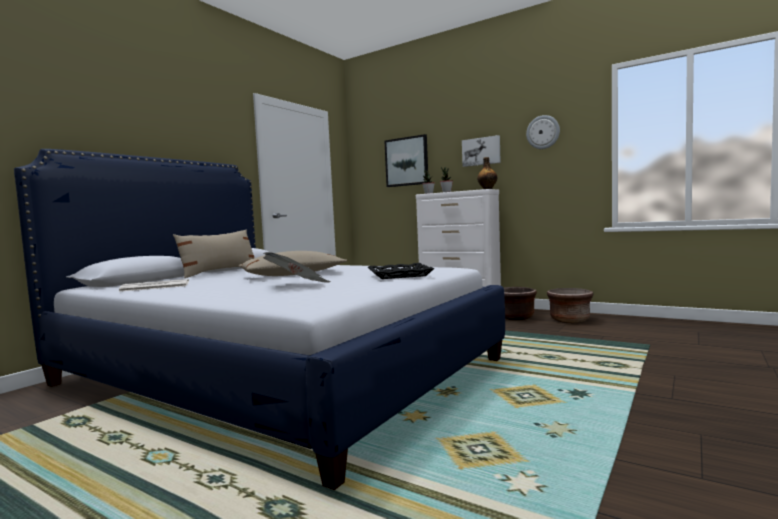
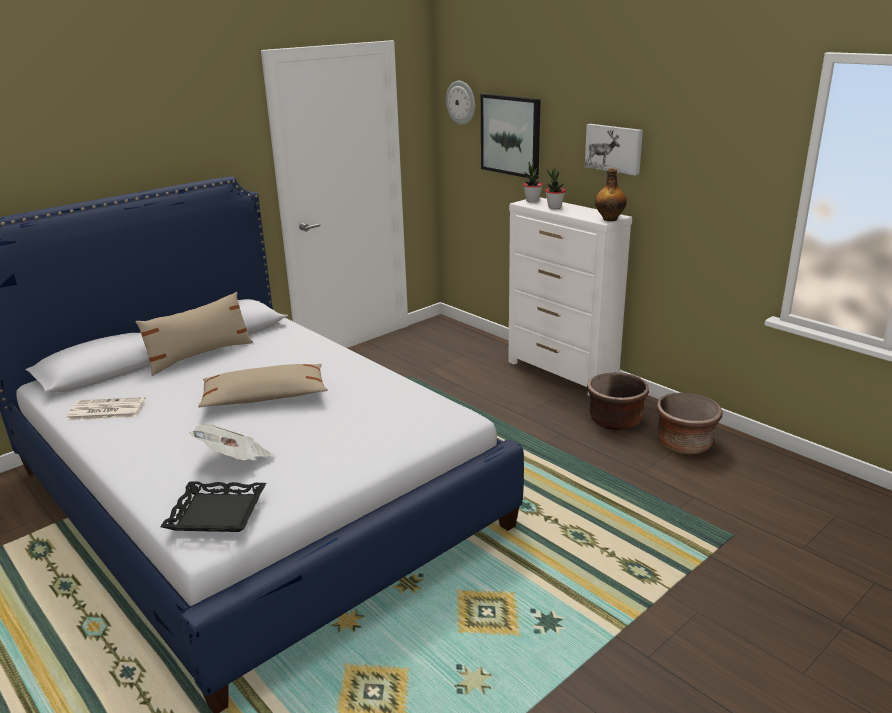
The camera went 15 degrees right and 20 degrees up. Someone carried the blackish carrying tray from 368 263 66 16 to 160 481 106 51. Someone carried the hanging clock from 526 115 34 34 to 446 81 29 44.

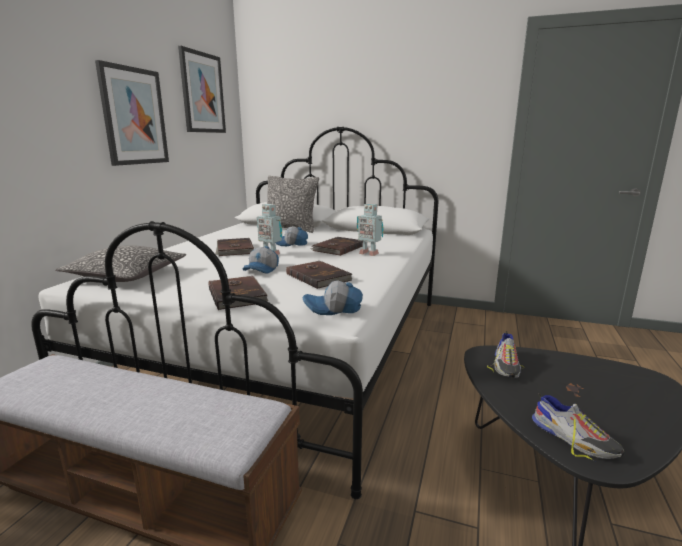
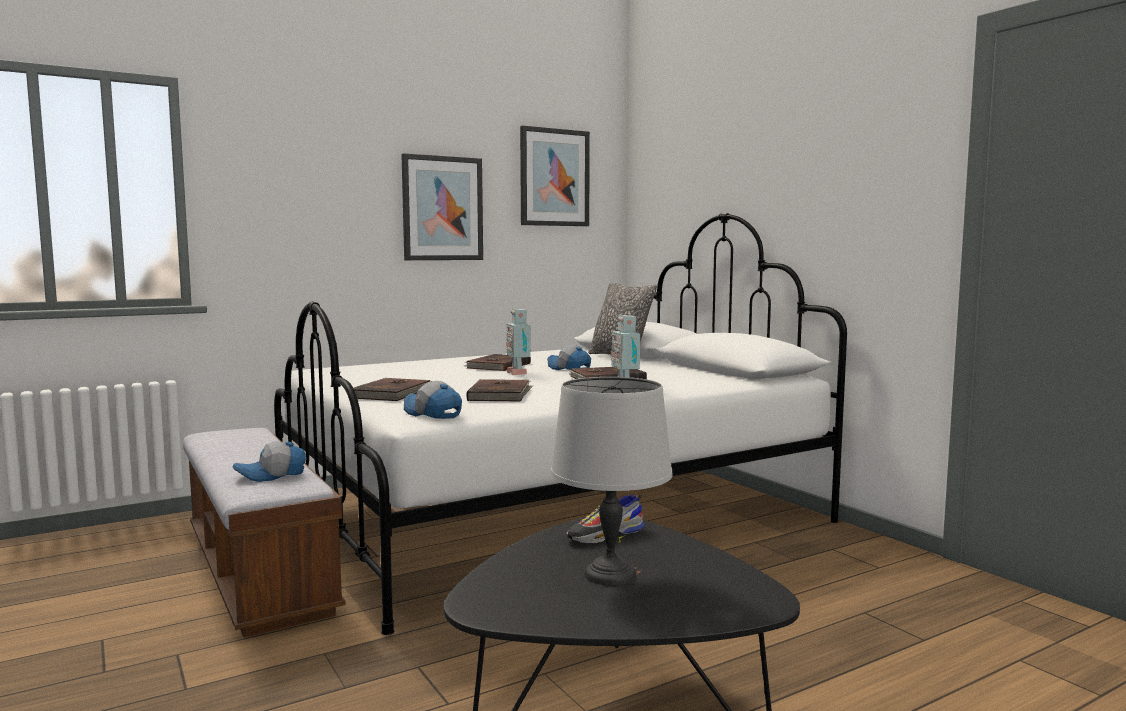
The camera went 40 degrees right and 10 degrees down. Someone took away the throw pillow at 55 245 131 37. Someone carried the baseball cap from 243 246 36 28 to 232 441 74 41. Someone took away the shoe at 532 393 93 67. Someone put down the grey lamp for a table at 551 377 122 209.

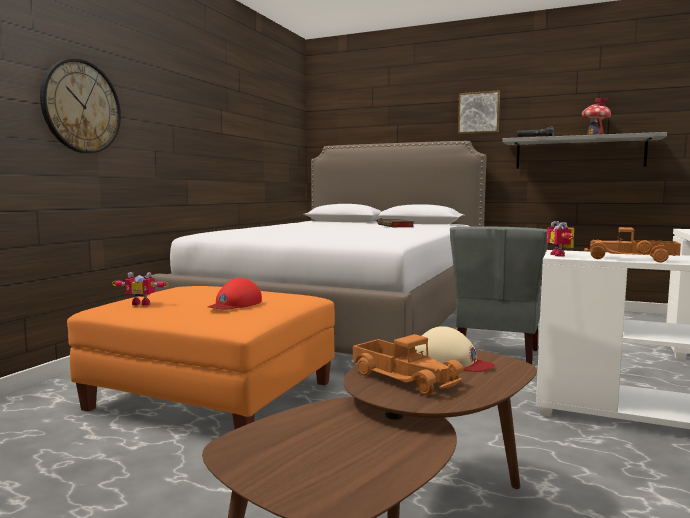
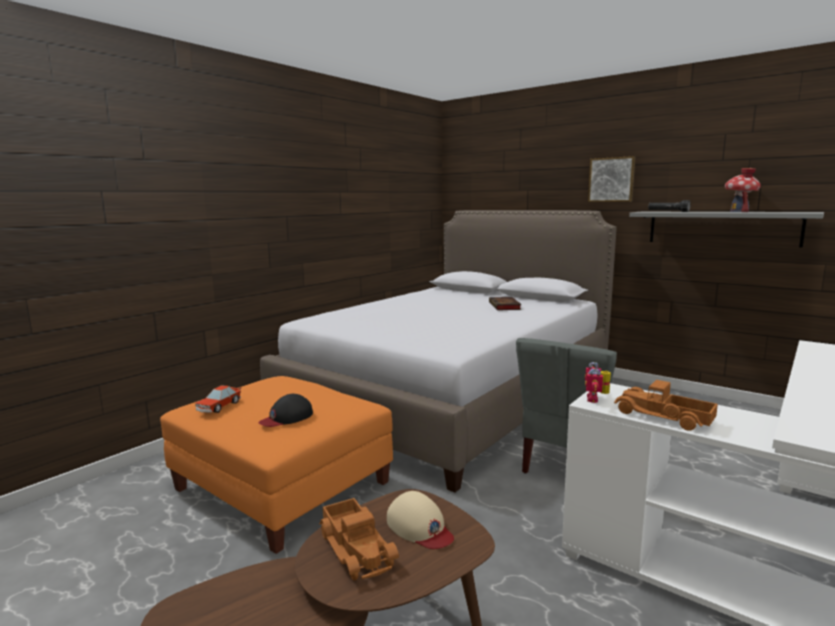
The camera went 15 degrees right and 5 degrees up. Someone took away the hanging clock at 40 59 81 94. Someone swapped the robot figure at 112 272 57 34 for the miniature car at 195 385 46 28. Someone repainted the red baseball cap at 208 278 54 32, which became the blackish baseball cap at 258 394 55 33.

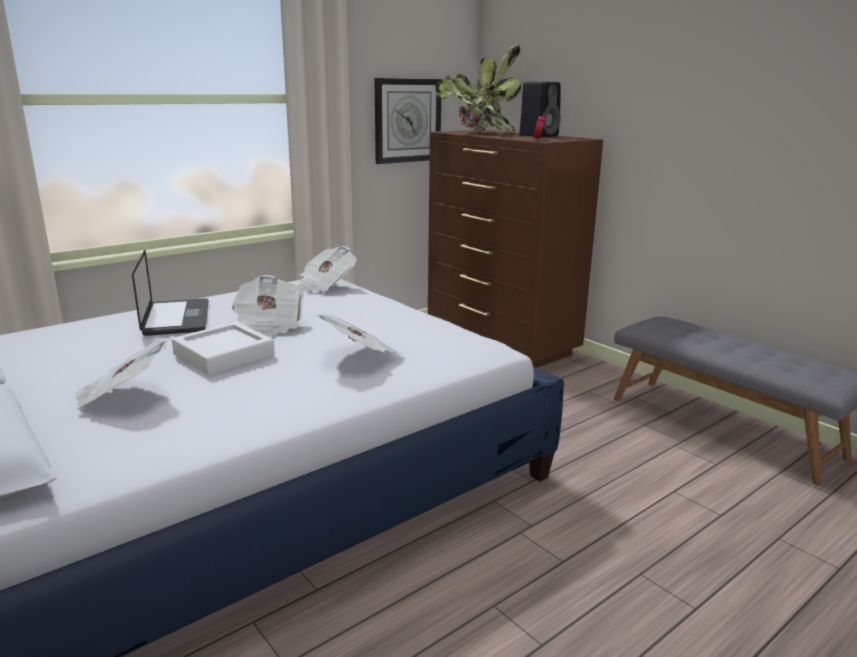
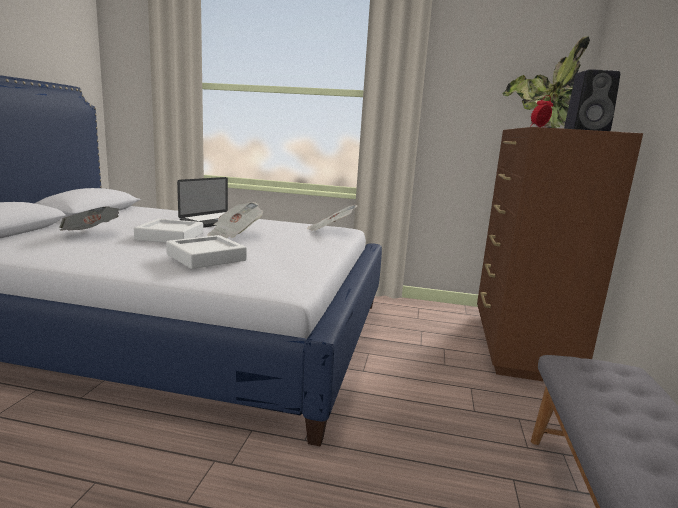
The camera went 50 degrees right and 5 degrees down. Someone swapped the newspaper at 315 314 88 40 for the white-coloured carrying tray at 166 235 81 34. Someone took away the hanging clock at 374 78 68 86.

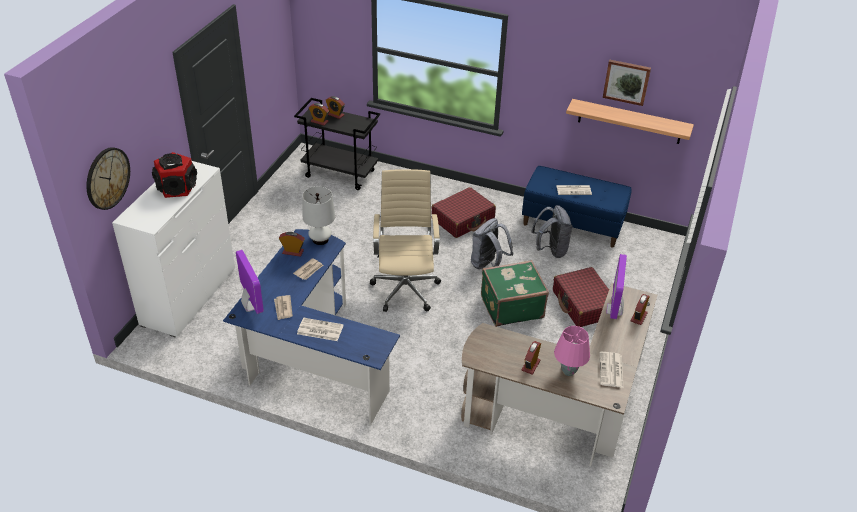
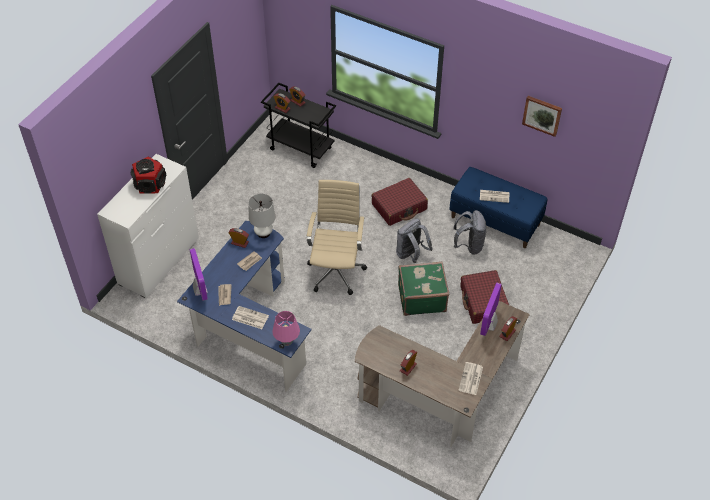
The camera went 10 degrees right and 10 degrees up. Someone took away the hanging clock at 87 147 43 63. Someone carried the pink lamp for a table from 554 326 36 50 to 272 311 28 35. Someone took away the wall shelf at 566 99 128 45.

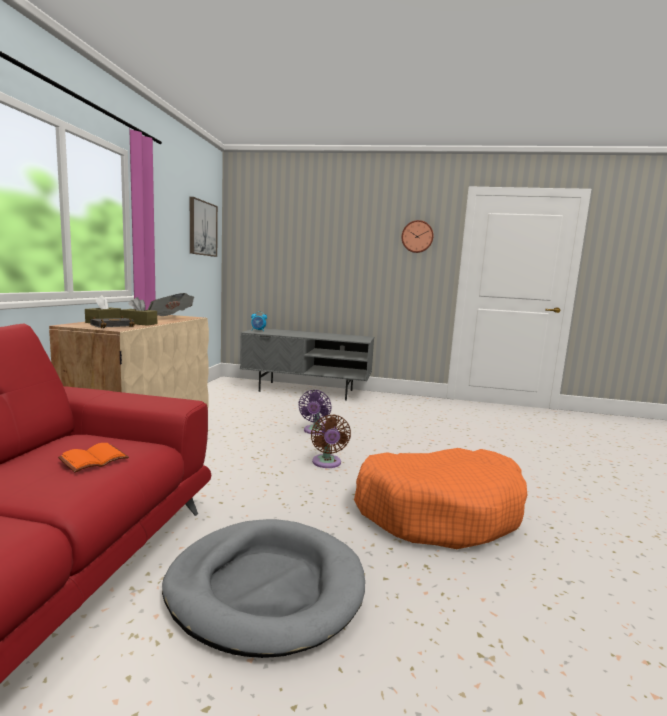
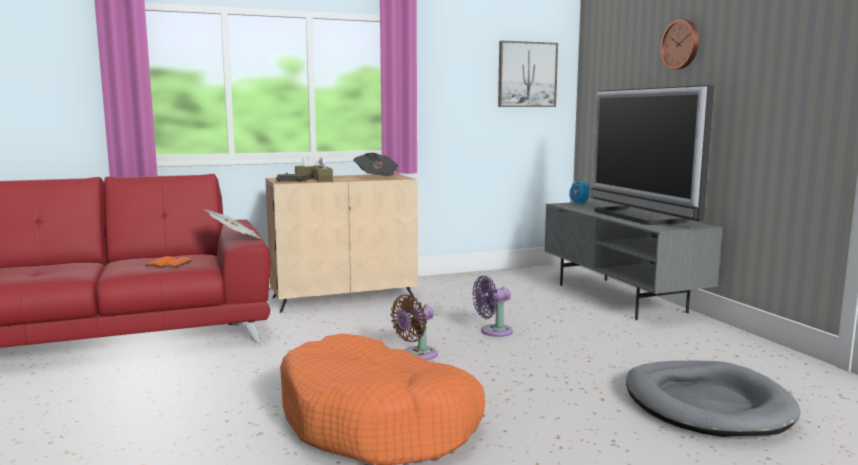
The camera went 60 degrees right and 0 degrees up. Someone carried the grey dog cushion from 162 519 203 139 to 626 361 175 76. Someone carried the hanging clock from 402 220 32 33 to 660 19 39 50. Someone put down the newspaper at 204 209 58 30. Someone put down the television at 591 85 123 140.

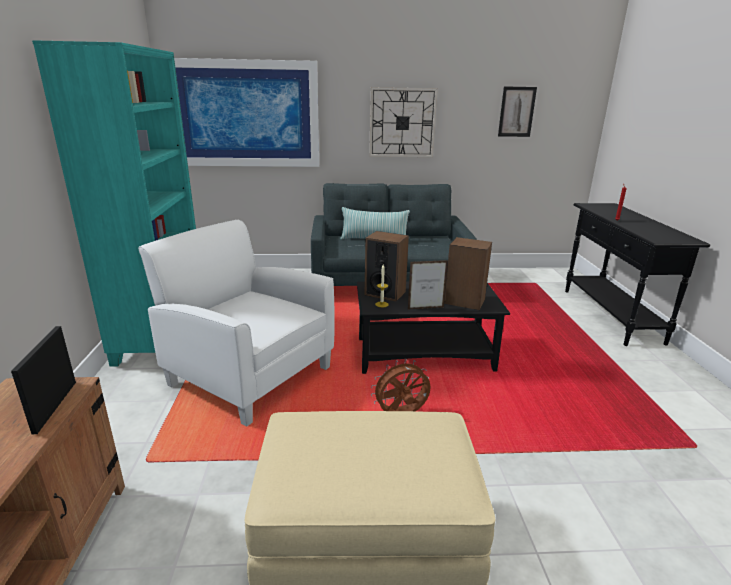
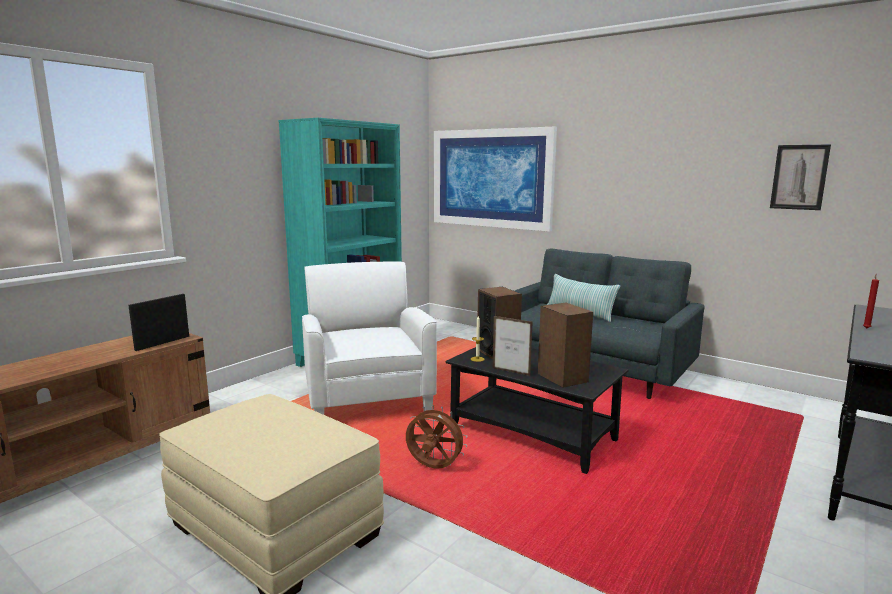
The camera went 40 degrees right and 10 degrees down. Someone took away the hanging clock at 369 87 69 70.

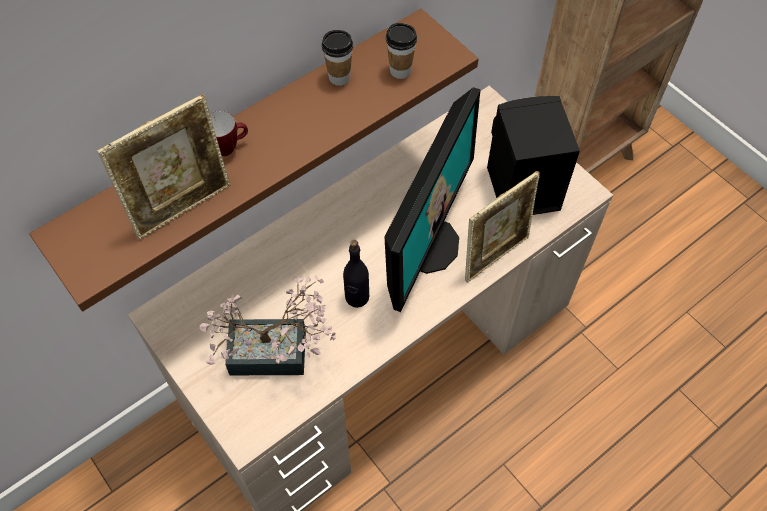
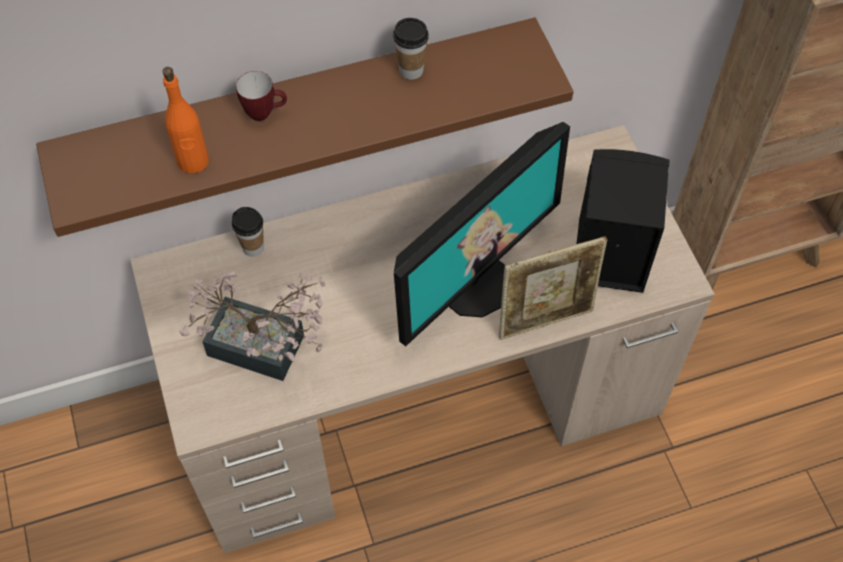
The camera went 20 degrees right and 0 degrees up. Someone swapped the picture frame at 97 94 133 146 for the orangey drink bottle at 162 67 47 106. Someone took away the blackish drink bottle at 343 240 26 68. Someone carried the drinking cup from 386 23 31 56 to 232 207 32 50.

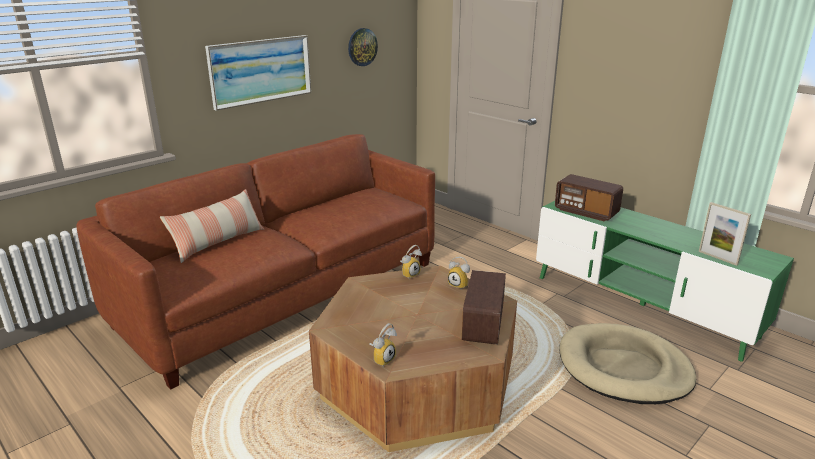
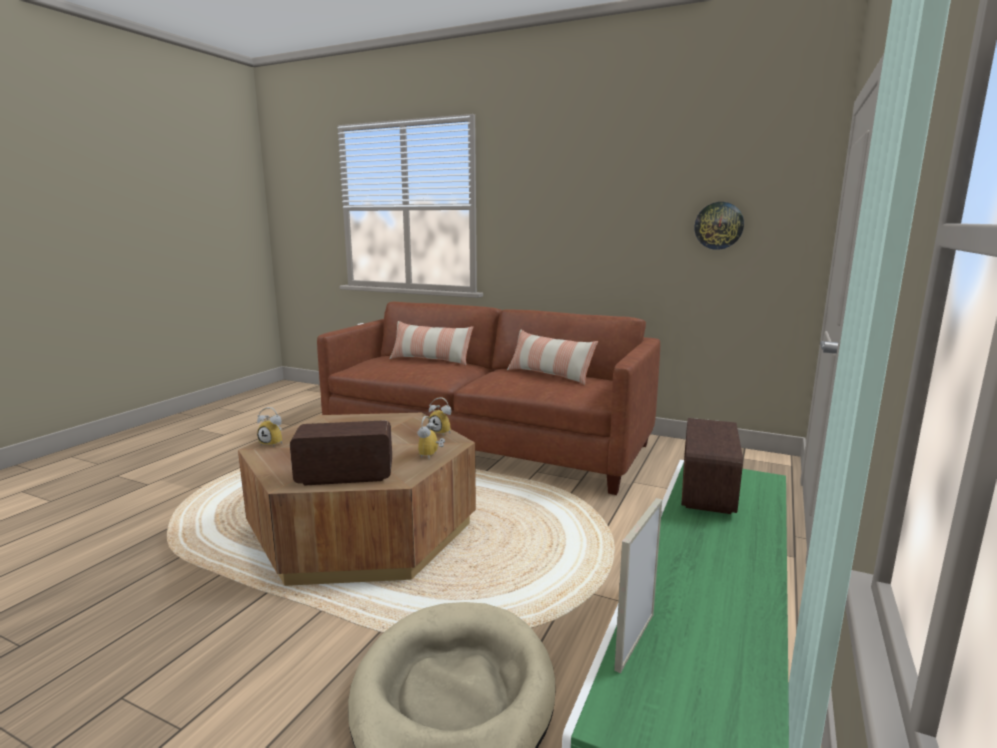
The camera went 70 degrees right and 10 degrees down. Someone took away the wall picture at 205 35 106 76. Someone put down the throw pillow at 507 330 91 55.

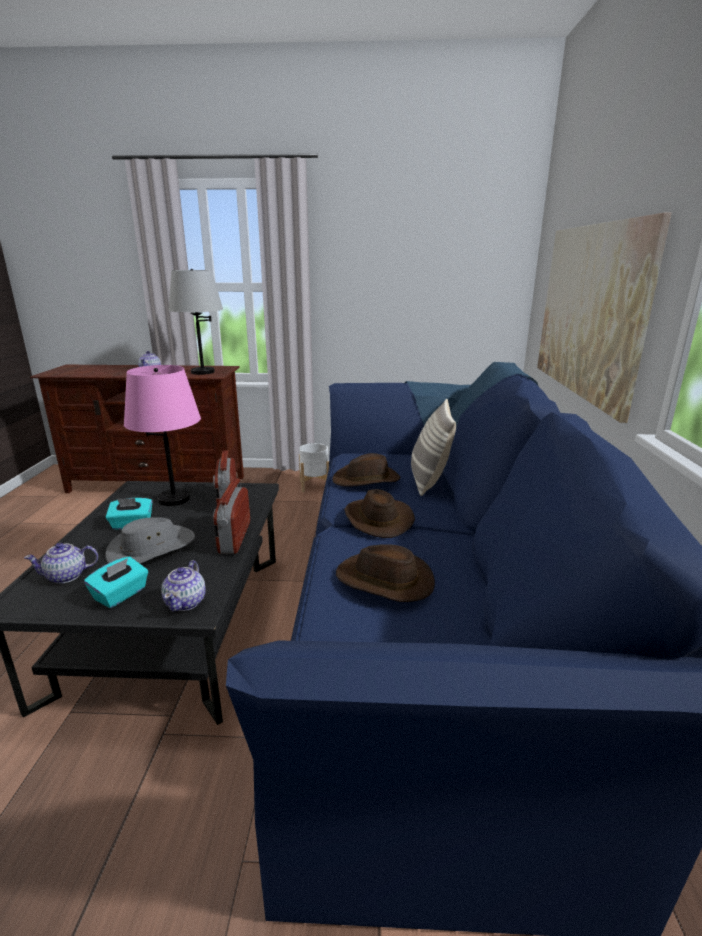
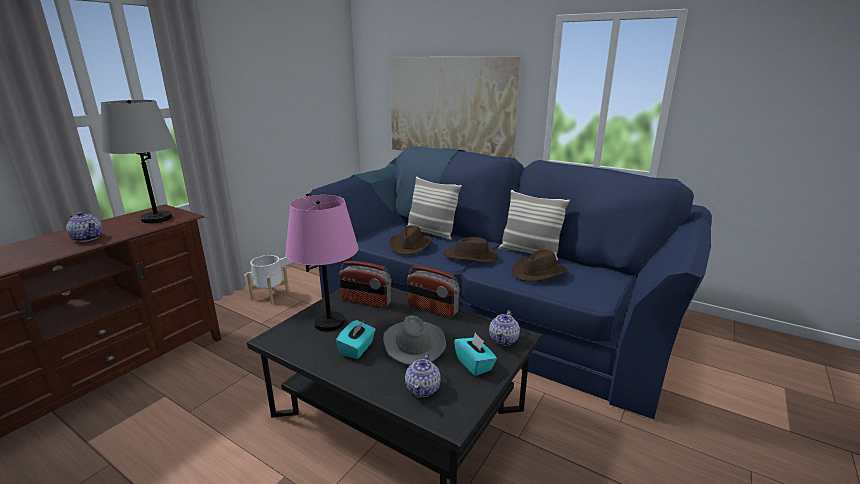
The camera went 60 degrees left and 0 degrees up. Someone rotated the pot for tea at 161 560 45 52 by 75 degrees clockwise. Someone put down the throw pillow at 499 190 71 71.

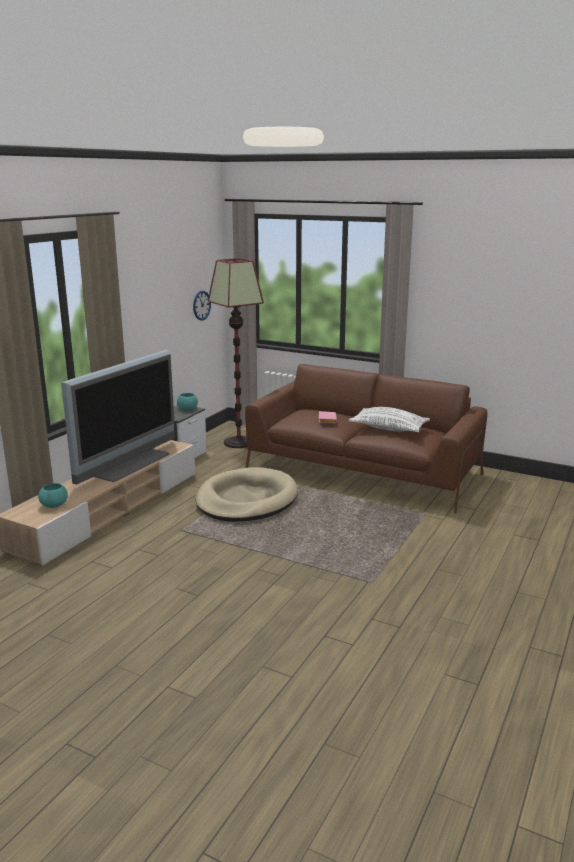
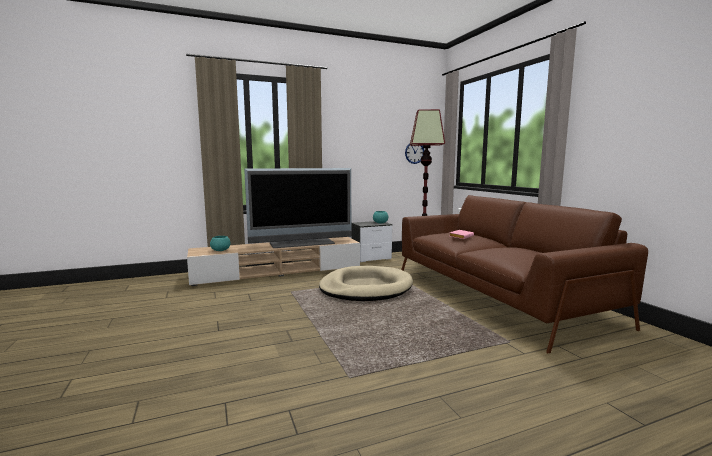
The camera went 40 degrees right and 10 degrees down. Someone took away the white-coloured throw pillow at 348 407 82 25.

